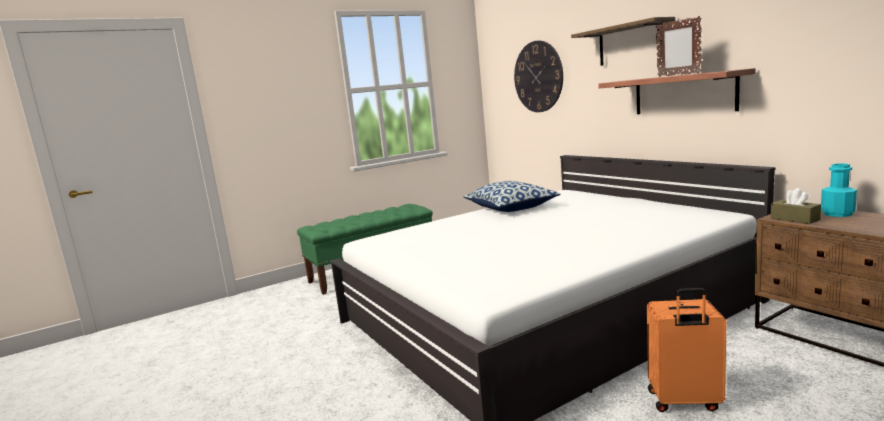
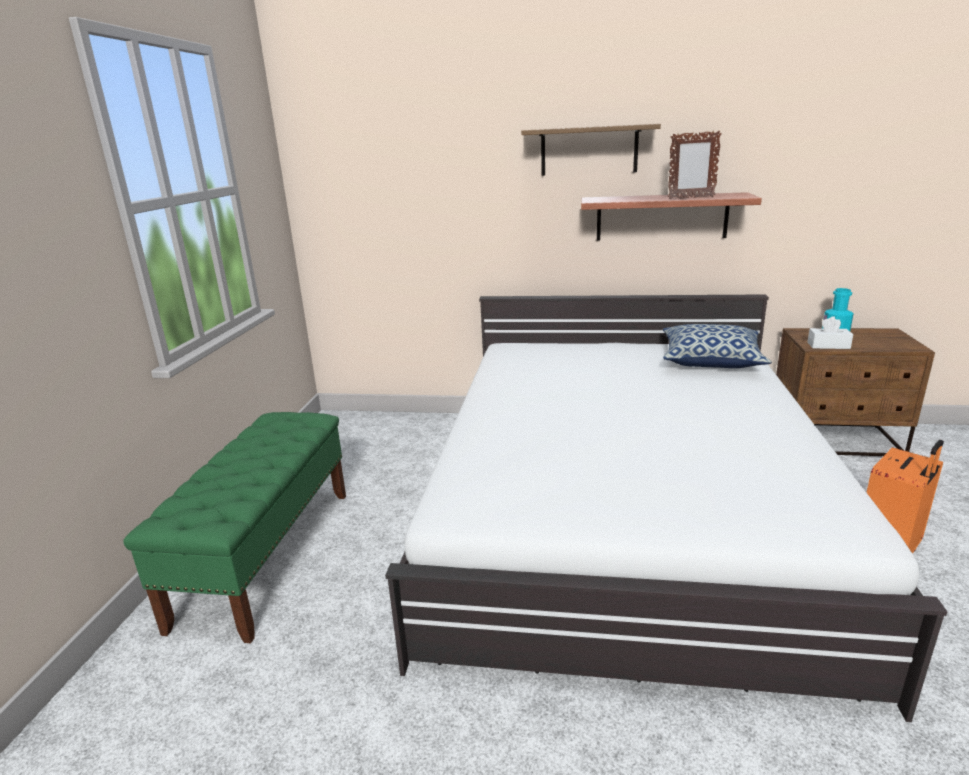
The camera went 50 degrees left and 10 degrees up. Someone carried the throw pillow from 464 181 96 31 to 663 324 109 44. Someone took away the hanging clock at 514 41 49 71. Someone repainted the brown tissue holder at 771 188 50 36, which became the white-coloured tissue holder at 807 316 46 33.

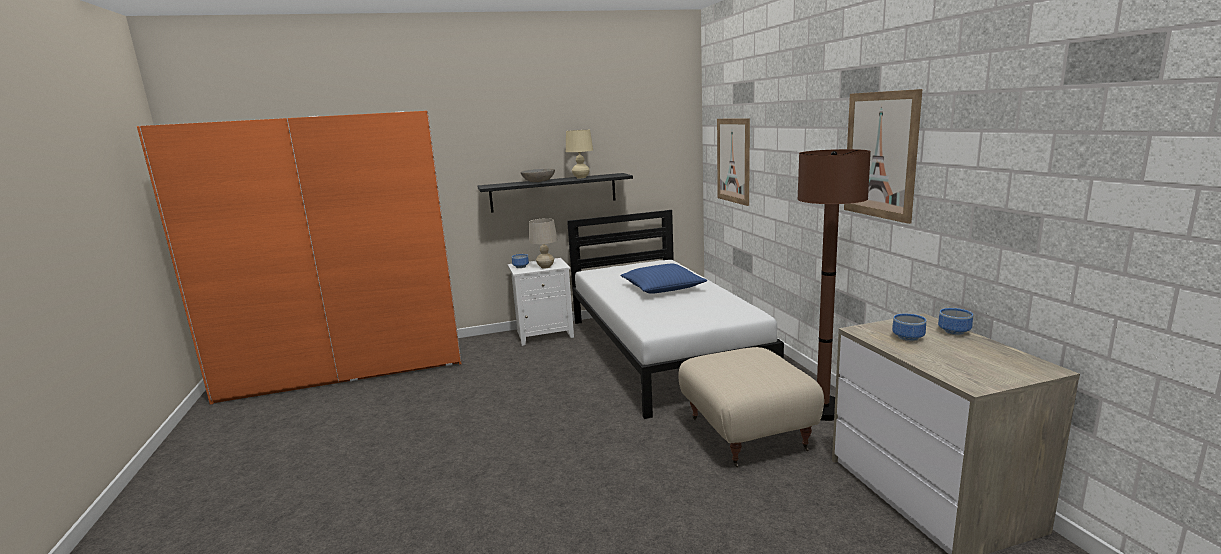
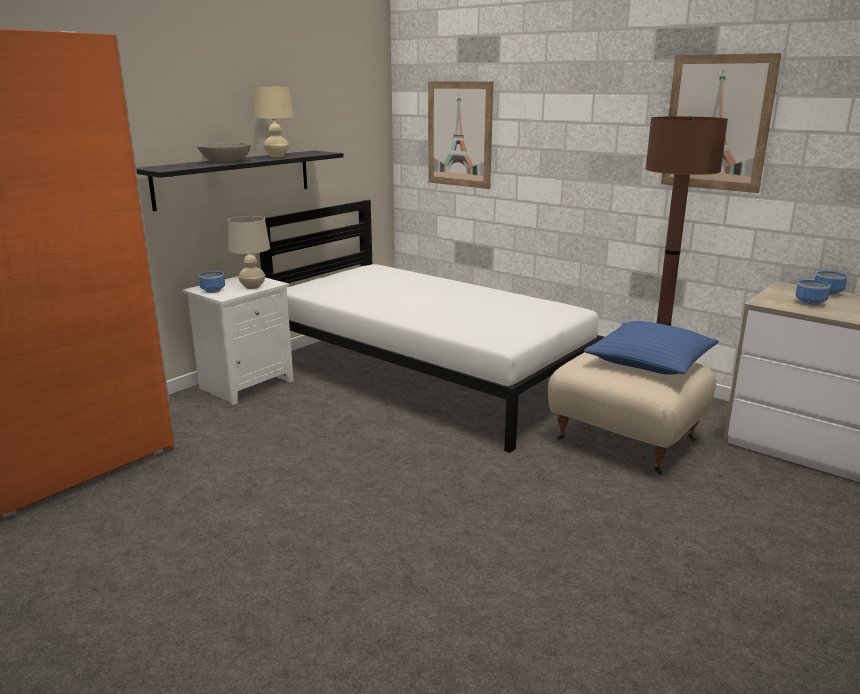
The camera went 35 degrees left and 5 degrees up. Someone carried the blue-coloured throw pillow from 621 264 86 30 to 584 321 135 54.

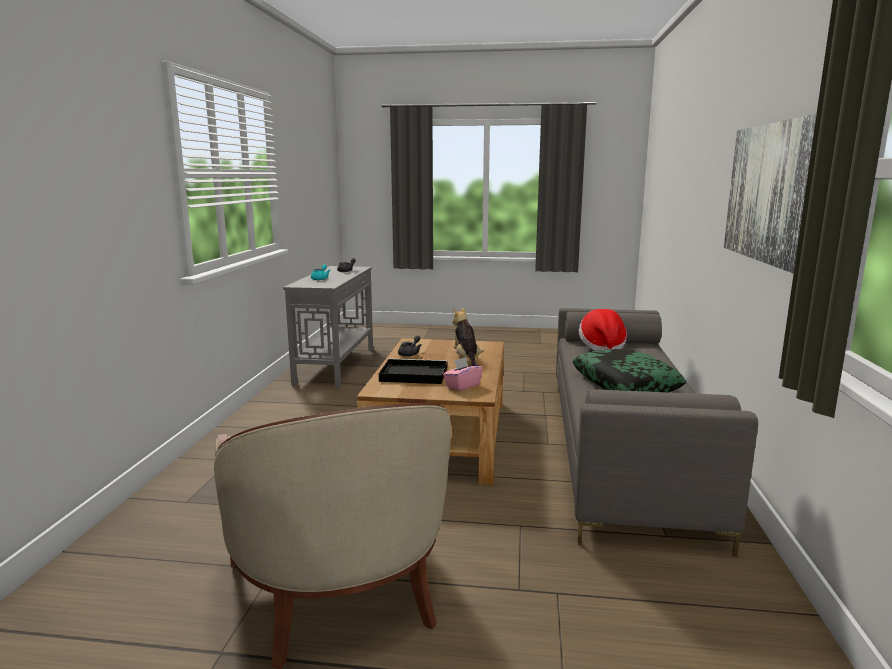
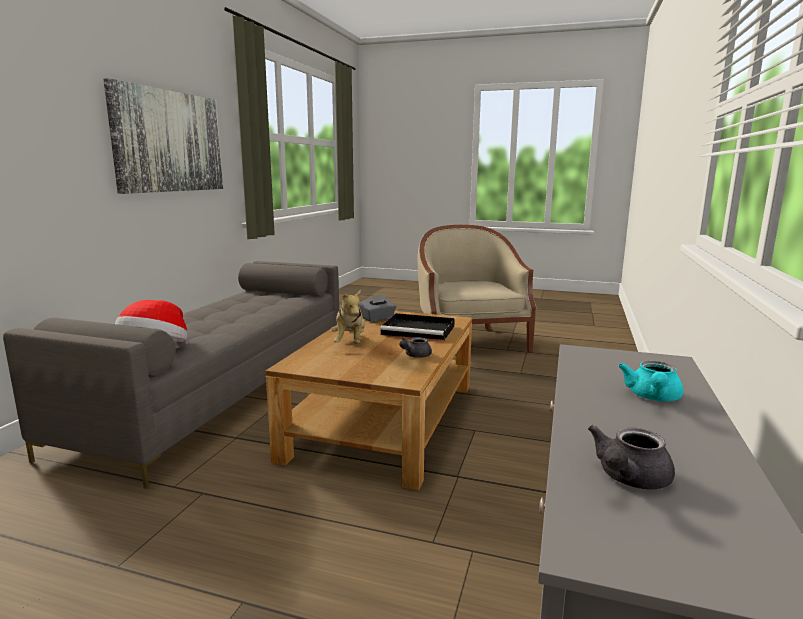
The camera went 170 degrees left and 0 degrees up. Someone repainted the pink tissue holder at 443 357 40 34, which became the grey tissue holder at 359 294 37 28. Someone took away the throw pillow at 572 349 114 43.

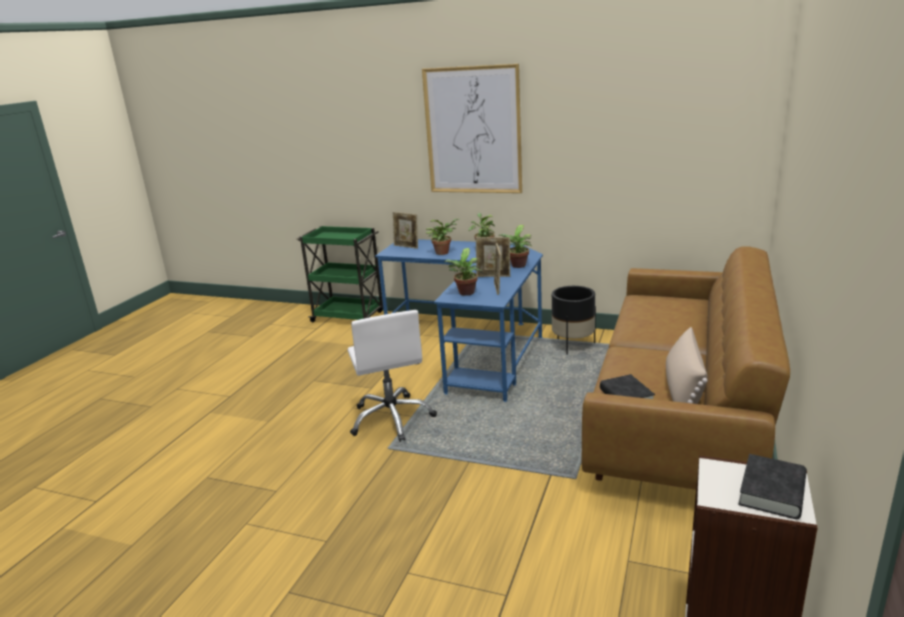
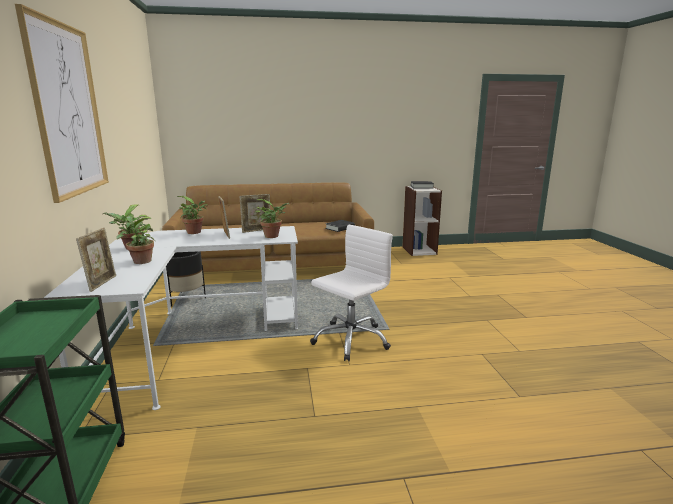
The camera went 120 degrees left and 5 degrees down. Someone repainted the blue-coloured desk table at 375 239 168 163, which became the white-coloured desk table at 44 226 254 184. Someone took away the beige-coloured throw pillow at 666 327 42 77.

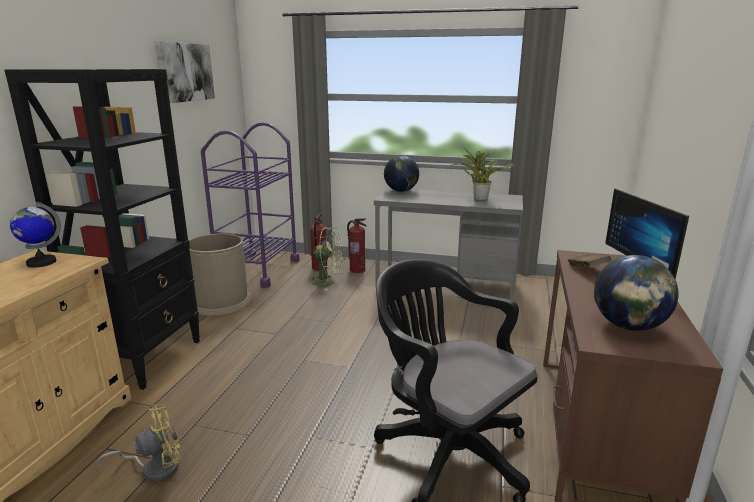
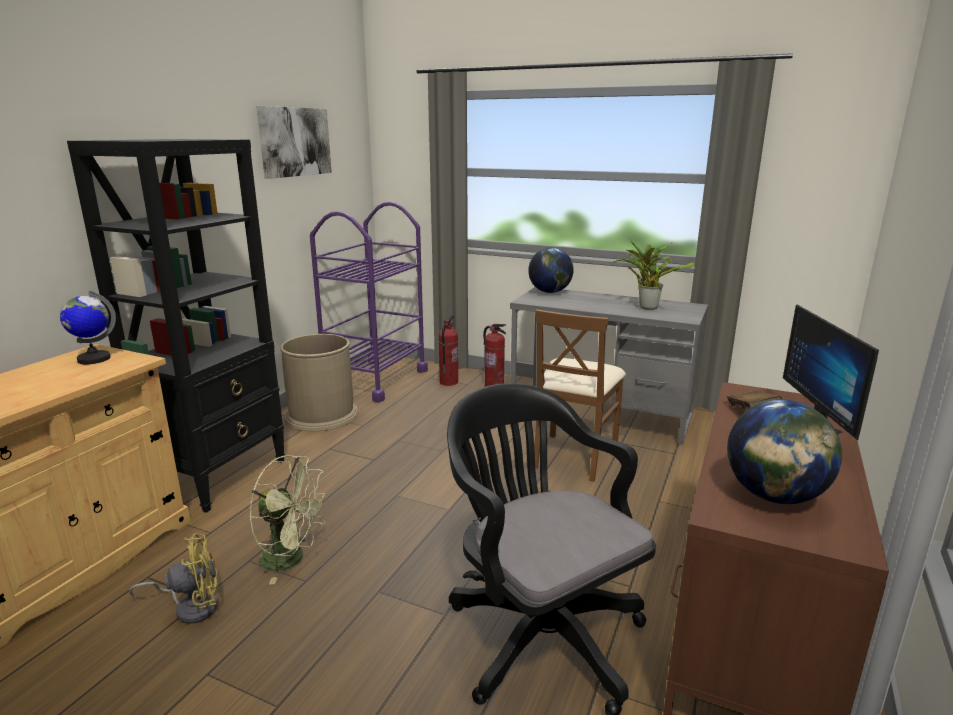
The camera went 10 degrees right and 0 degrees up. Someone carried the green-coloured electric fan from 308 227 37 64 to 249 455 80 130. Someone put down the brown plain chair at 534 309 92 173.

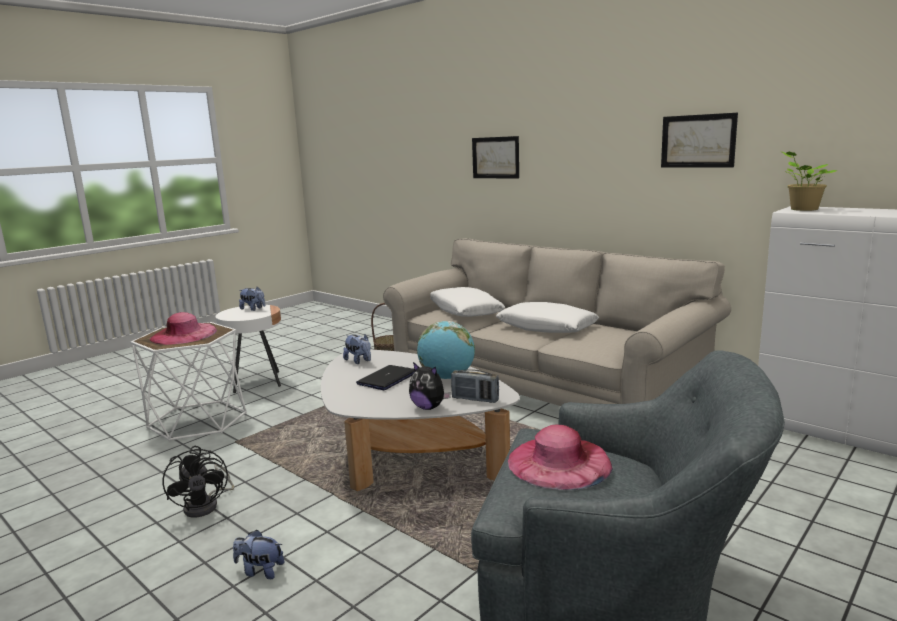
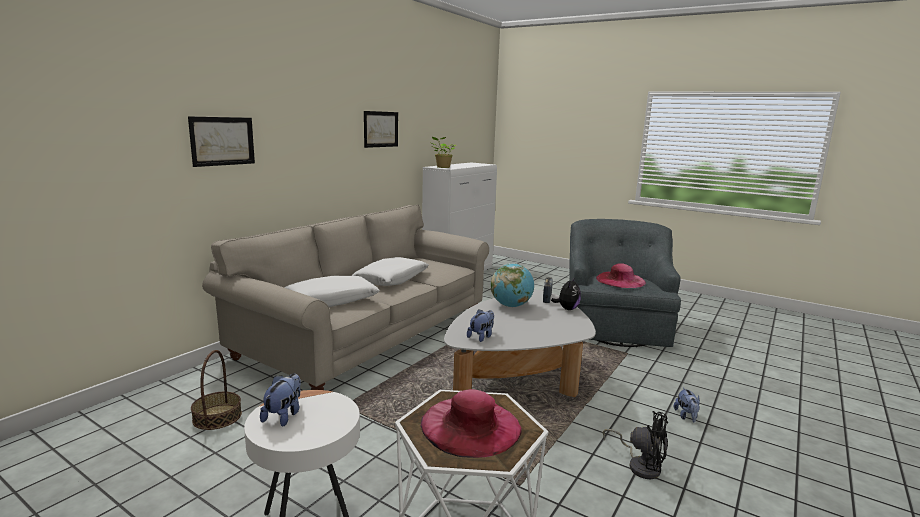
The camera went 100 degrees left and 0 degrees up. Someone rotated the blackish electric fan at 162 446 72 72 by 60 degrees clockwise. Someone took away the laptop at 356 365 59 25.

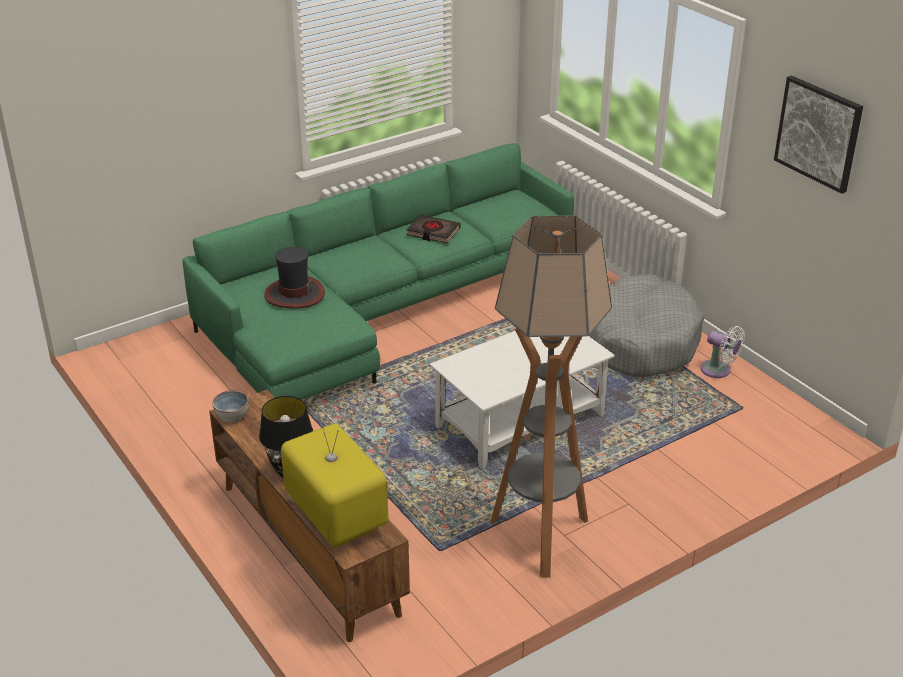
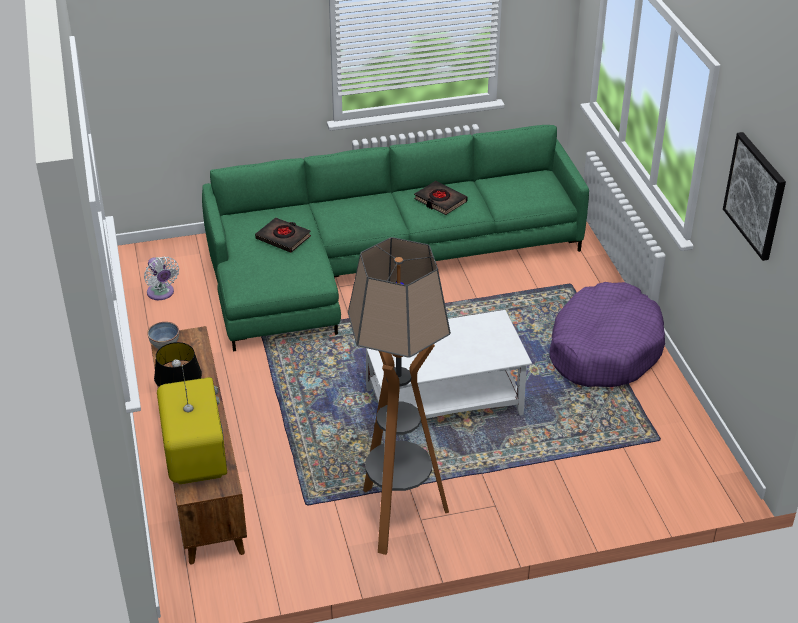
The camera went 20 degrees right and 5 degrees up. Someone swapped the clothing hat at 264 247 61 62 for the blackish volume at 255 218 56 35. Someone repainted the grey dog cushion at 589 274 115 103, which became the purplish dog cushion at 549 282 116 105. Someone carried the white-coloured electric fan from 700 326 45 52 to 144 256 35 44.

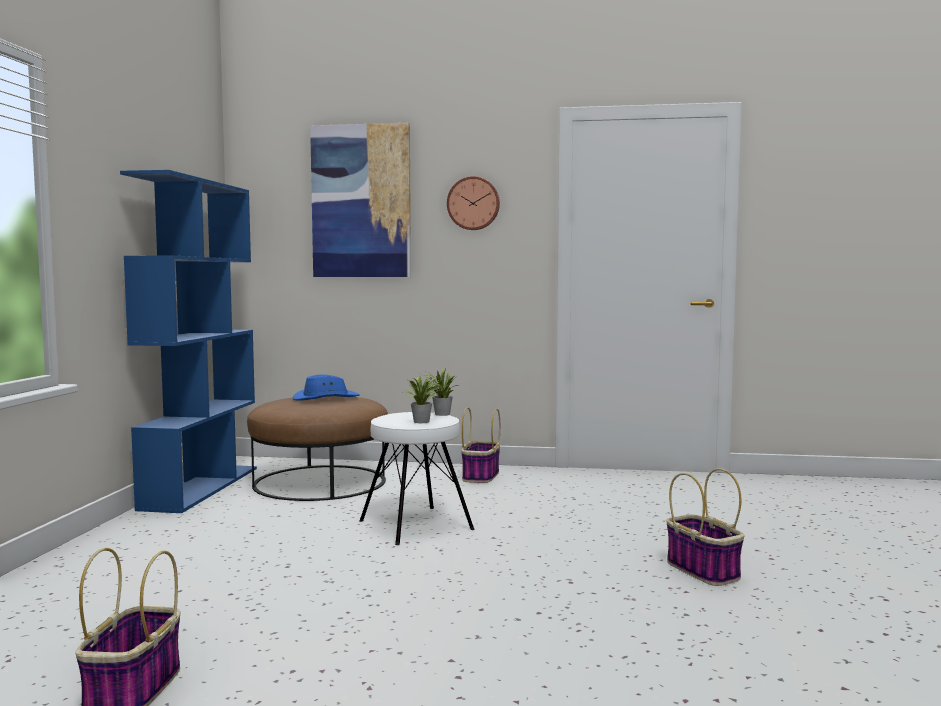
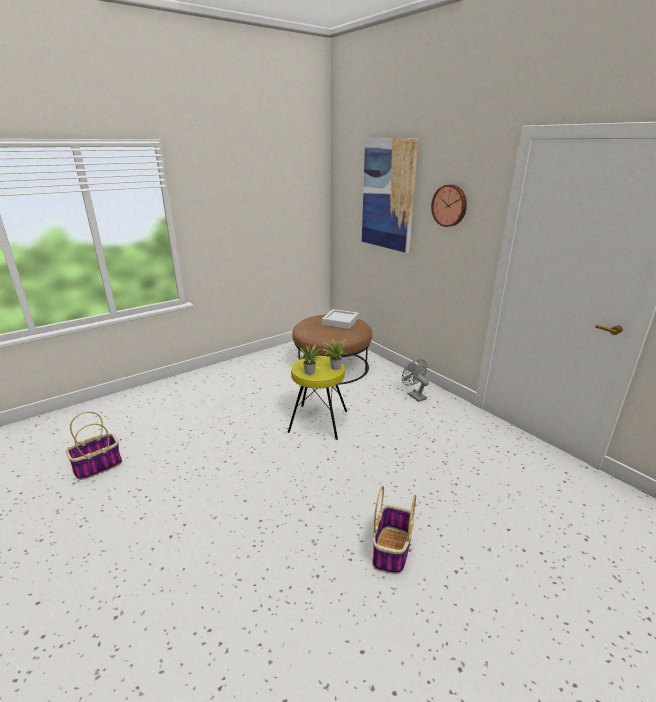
The camera went 45 degrees right and 20 degrees up. Someone took away the blue-coloured bookcase at 120 170 137 343. Someone swapped the blue-coloured clothing hat at 293 375 67 26 for the grey carrying tray at 322 309 37 20. Someone repainted the white-coloured stool seat at 360 412 115 133, which became the yellow stool seat at 287 356 60 84. Someone swapped the storage basket at 461 407 39 76 for the grey electric fan at 402 360 27 42.

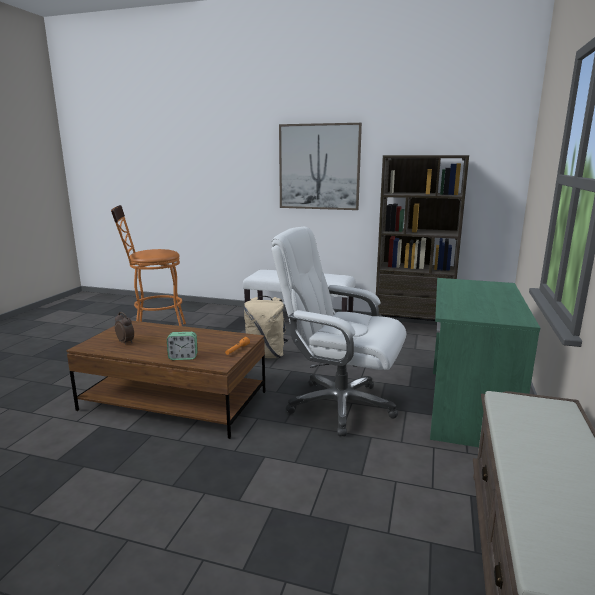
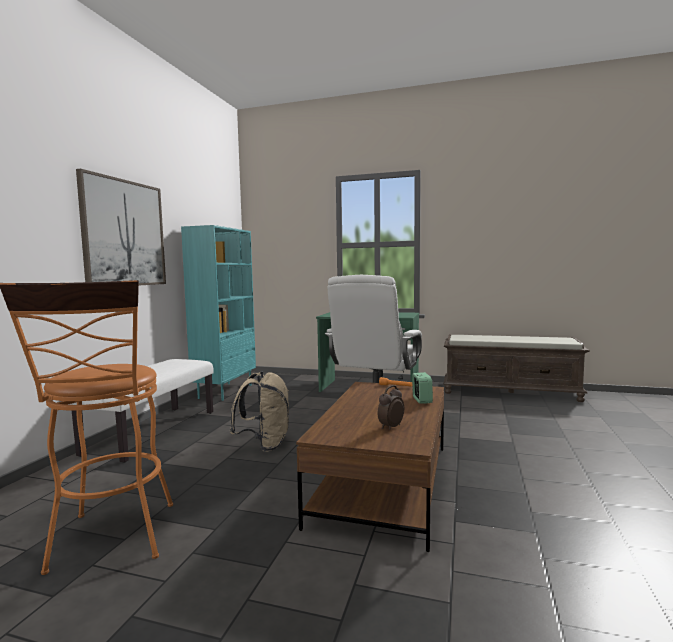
The camera went 90 degrees left and 10 degrees down. Someone repainted the brown bookcase at 376 155 93 166, which became the turquoise bookcase at 181 225 75 176.

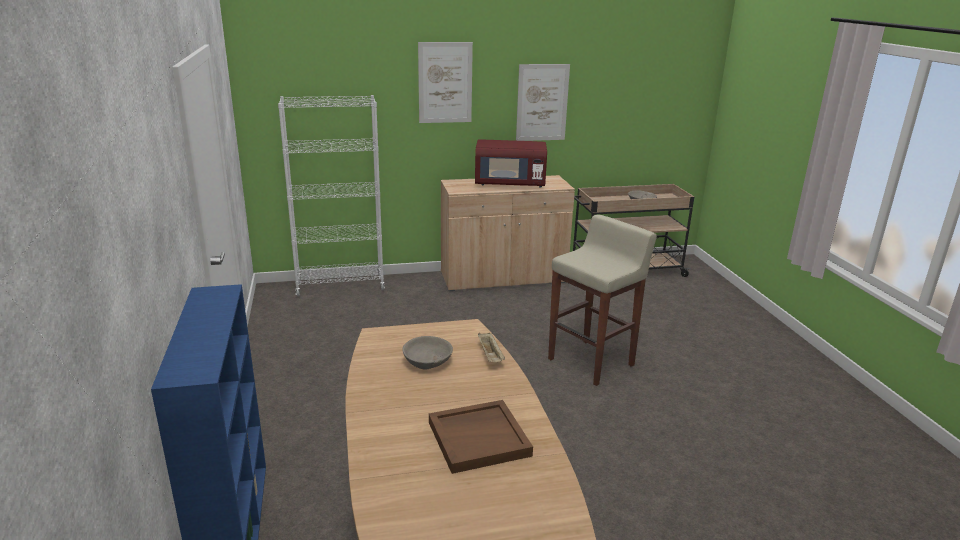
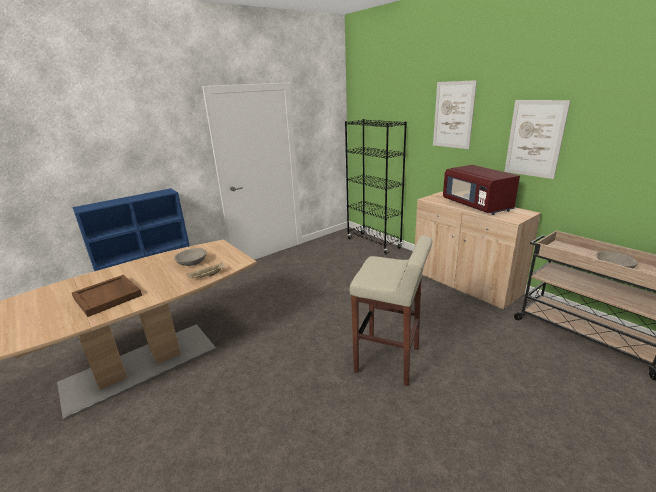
The camera went 65 degrees right and 0 degrees up. Someone repainted the white-coloured bookcase at 278 95 107 201, which became the blackish bookcase at 345 119 62 135.

